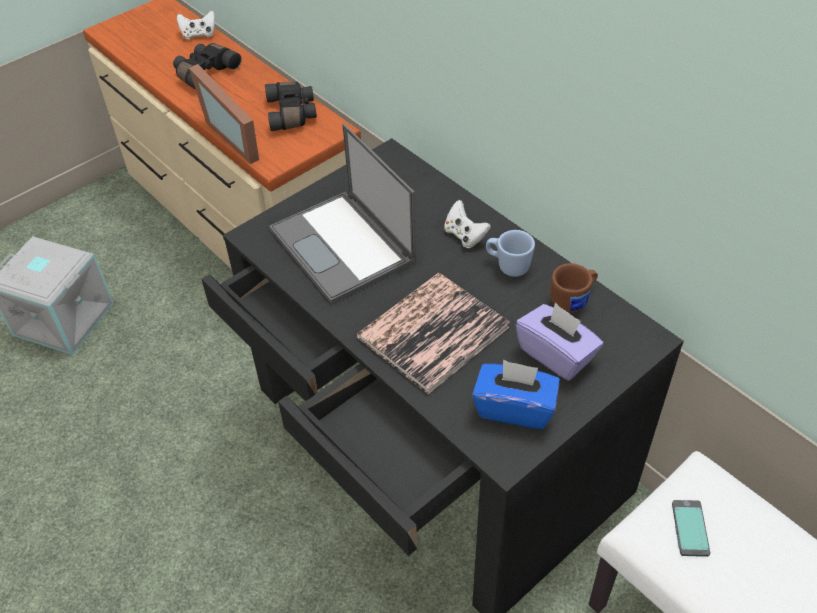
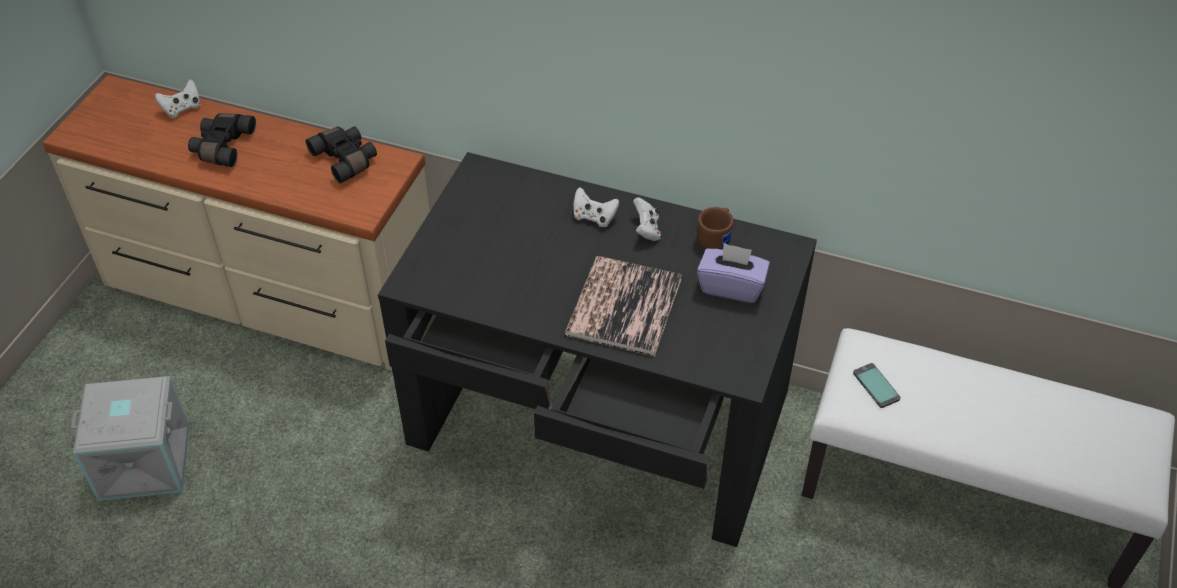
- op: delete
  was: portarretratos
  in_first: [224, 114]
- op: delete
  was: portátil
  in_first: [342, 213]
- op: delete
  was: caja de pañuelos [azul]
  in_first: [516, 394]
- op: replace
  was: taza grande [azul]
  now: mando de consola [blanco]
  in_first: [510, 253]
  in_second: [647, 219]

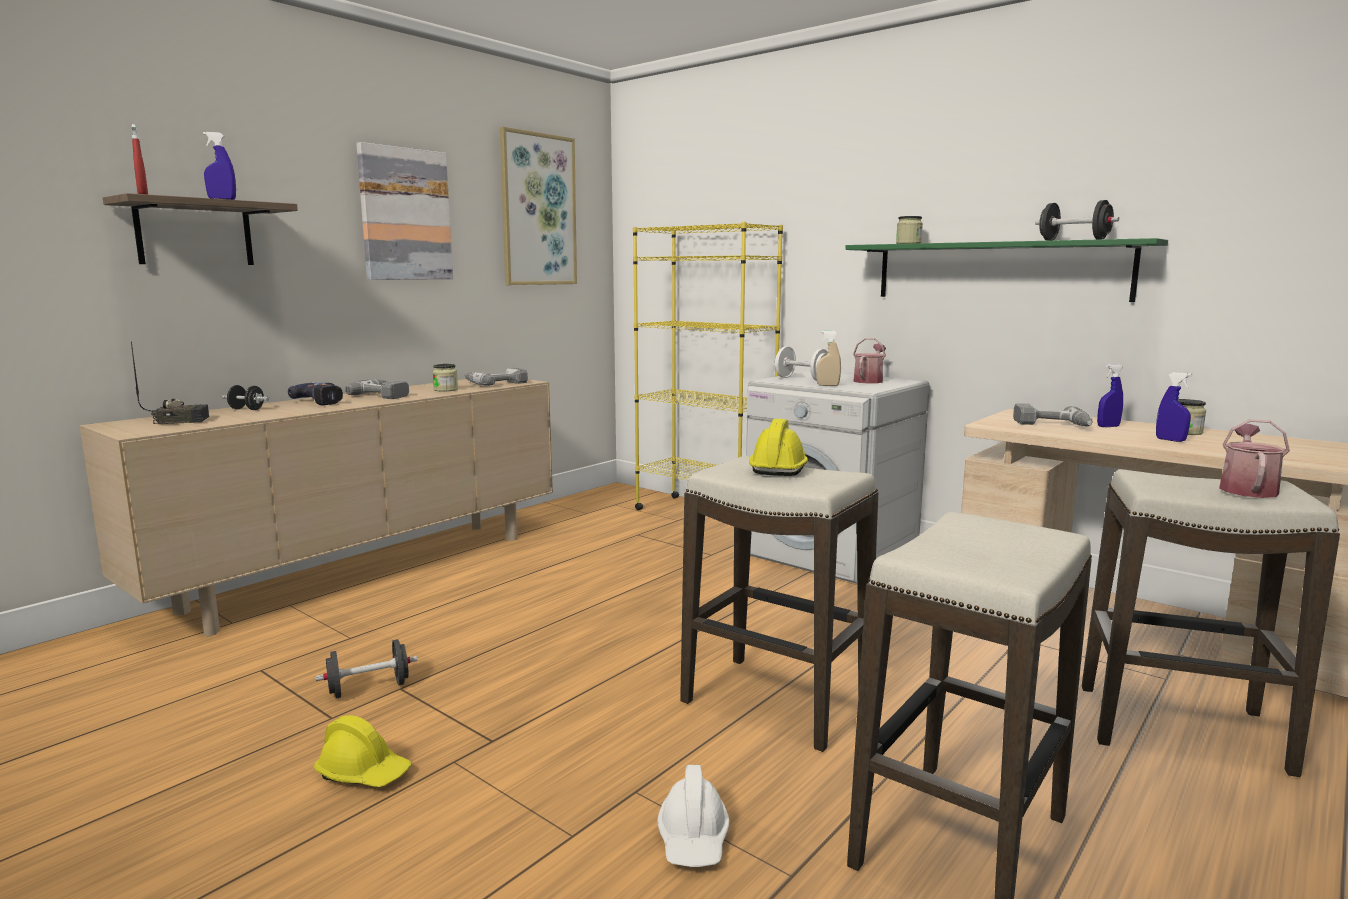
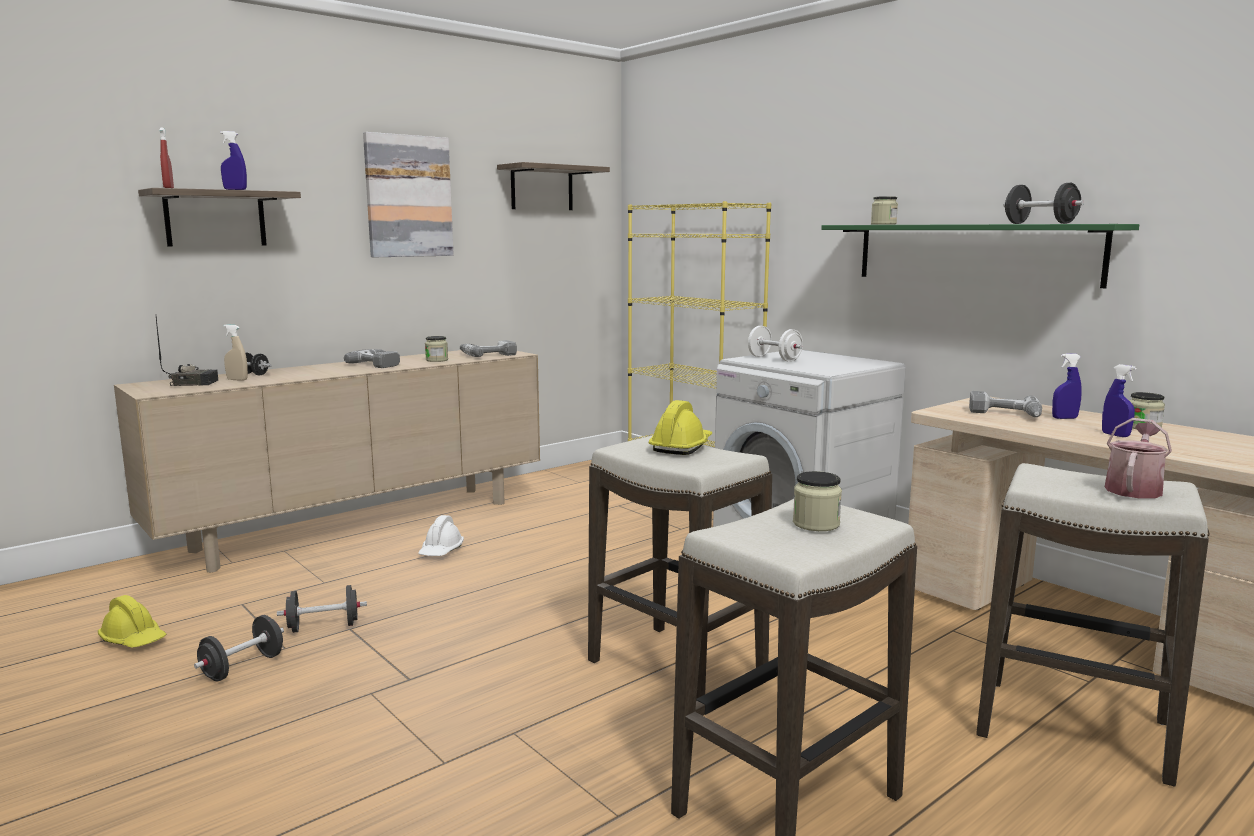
- op: delete
  was: taladro
  in_first: [315, 393]
- op: delete
  was: regadera
  in_first: [869, 361]
- op: insert
  now: mancuerna [negro]
  in_second: [239, 648]
- op: insert
  now: tarro
  in_second: [817, 501]
- op: move
  was: casco [amarillo]
  in_first: [362, 751]
  in_second: [132, 621]
- op: move
  was: casco [blanco]
  in_first: [693, 816]
  in_second: [441, 535]
- op: move
  was: pulverizador [beis]
  in_first: [828, 358]
  in_second: [235, 352]
- op: replace
  was: cuadro
  now: estante
  in_first: [538, 206]
  in_second: [553, 186]

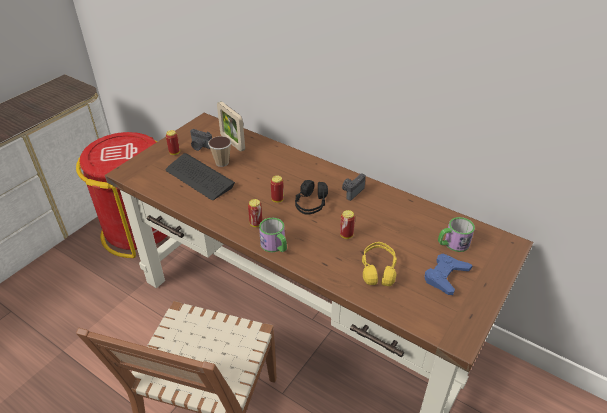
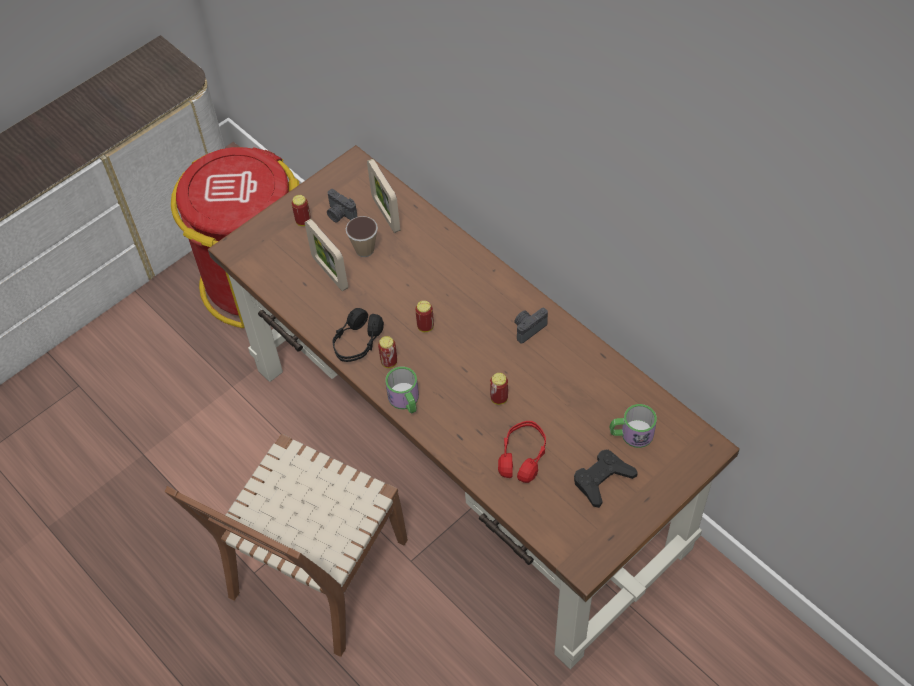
- op: move
  was: auriculares [negro]
  in_first: [311, 197]
  in_second: [358, 335]
- op: replace
  was: teclado
  now: portarretratos
  in_first: [200, 176]
  in_second: [326, 255]
- op: recolor
  was: auriculares [amarillo]
  now: auriculares [rojo]
  in_first: [379, 264]
  in_second: [522, 452]
- op: recolor
  was: mando de consola [azul]
  now: mando de consola [negro]
  in_first: [449, 274]
  in_second: [606, 478]

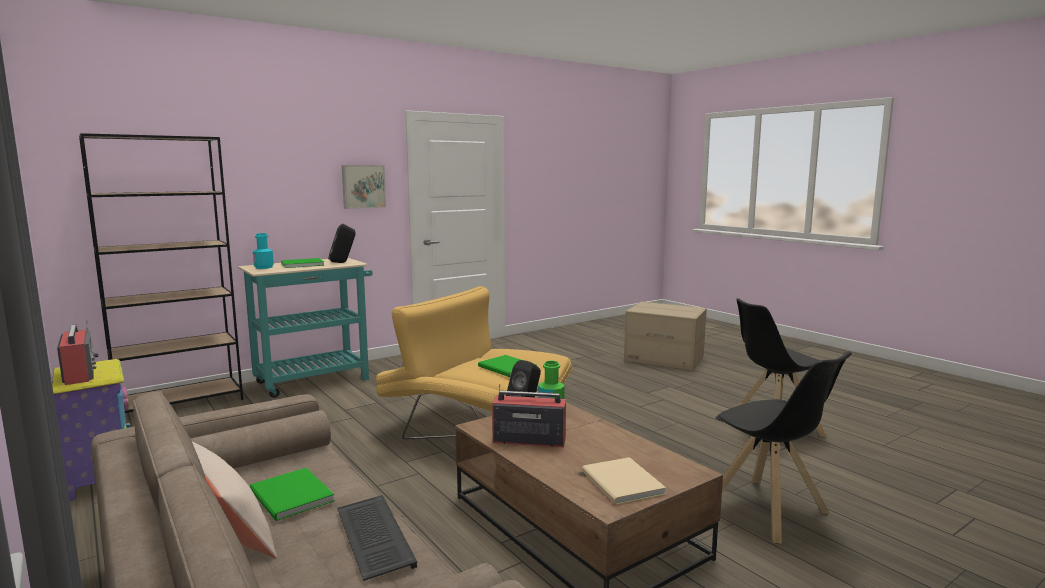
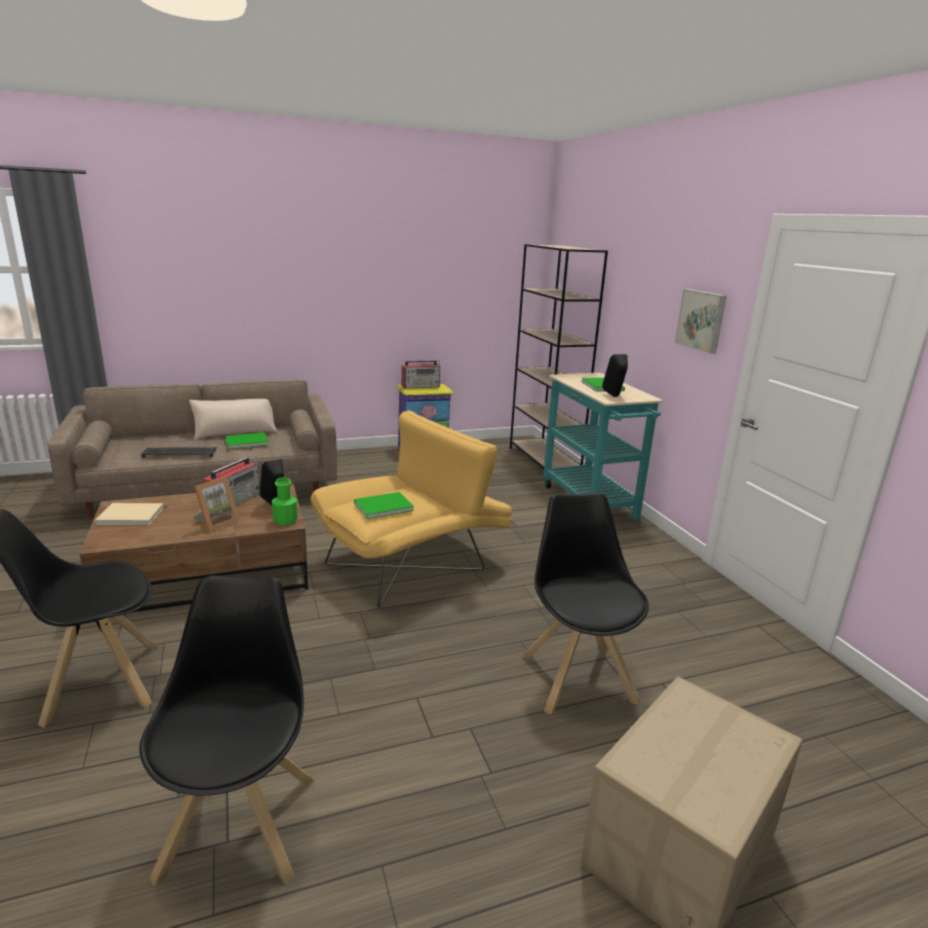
- op: delete
  was: botella [turquesa]
  in_first: [263, 251]
- op: insert
  now: portarretratos
  in_second: [216, 504]
- op: insert
  now: silla [negro]
  in_second: [585, 604]

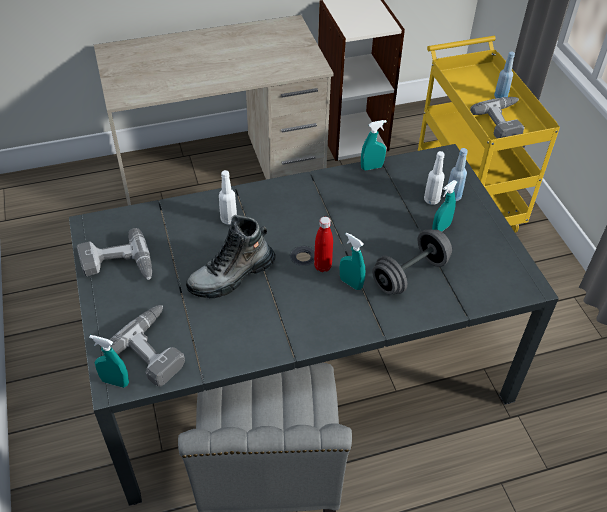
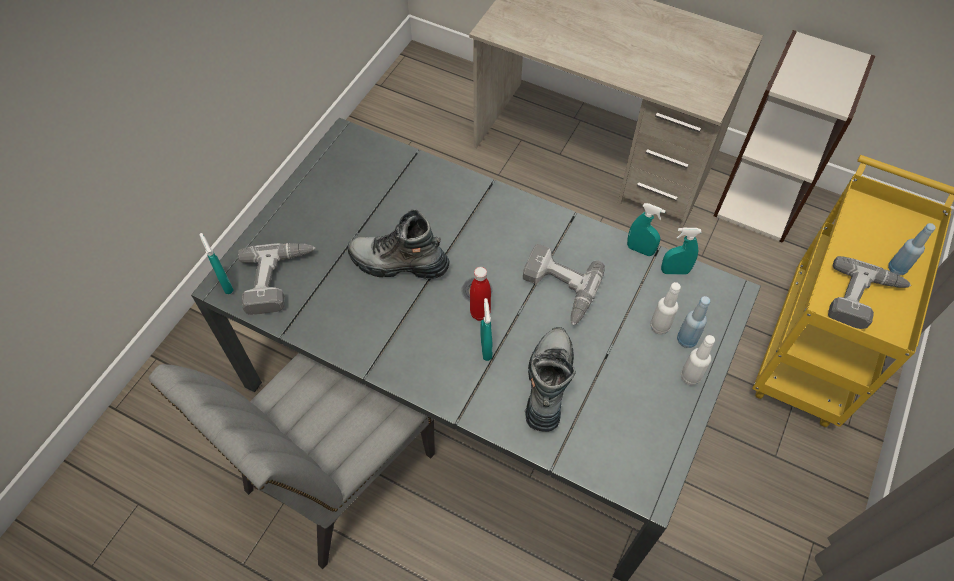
- op: move
  was: taladro
  in_first: [114, 254]
  in_second: [564, 284]
- op: move
  was: botella [blanco]
  in_first: [228, 197]
  in_second: [697, 360]
- op: move
  was: pulverizador [turquesa]
  in_first: [444, 206]
  in_second: [681, 251]
- op: replace
  was: mancuerna [gris]
  now: bota
  in_first: [412, 261]
  in_second: [550, 379]

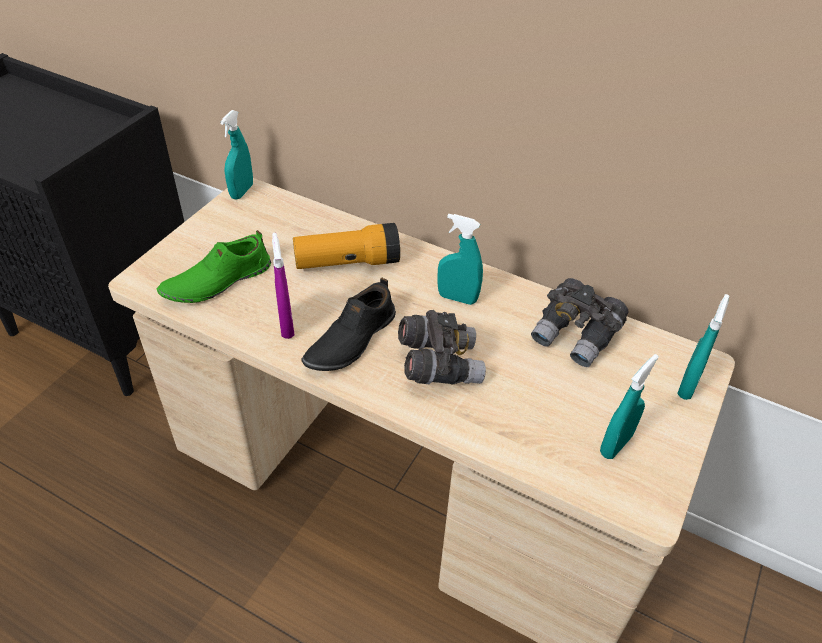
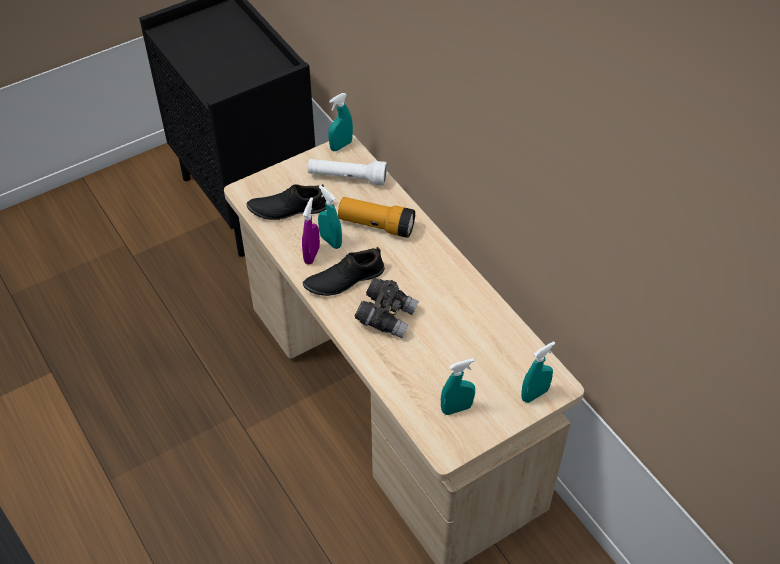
- op: delete
  was: prismáticos [gris]
  in_first: [580, 322]
- op: insert
  now: linterna [blanco]
  in_second: [347, 172]
- op: move
  was: pulverizador [turquesa]
  in_first: [460, 259]
  in_second: [330, 217]
- op: recolor
  was: zapato [verde]
  now: zapato [negro]
  in_first: [214, 266]
  in_second: [286, 202]

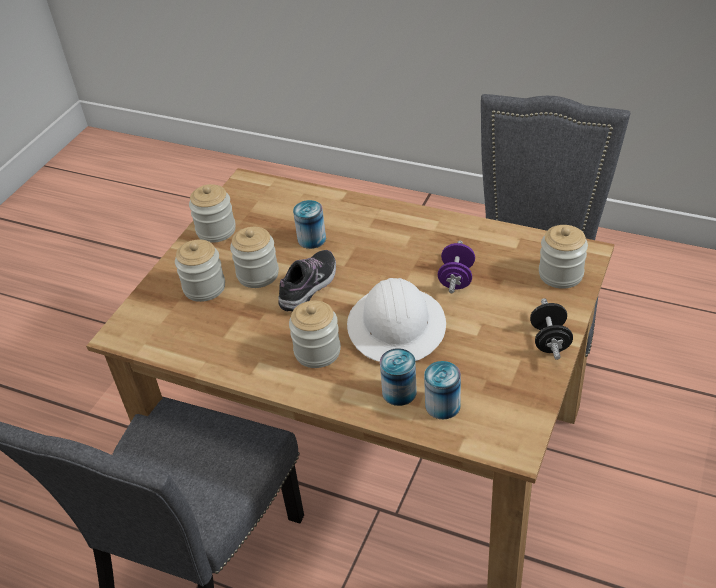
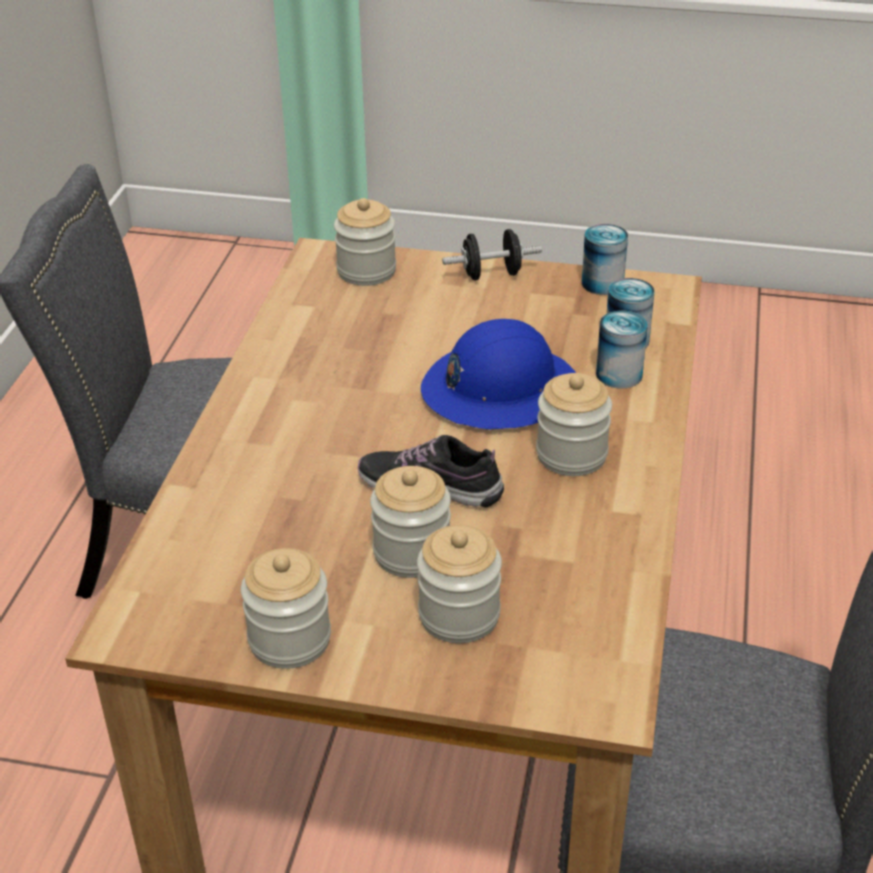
- op: delete
  was: mancuerna [morado]
  in_first: [456, 267]
- op: move
  was: lata
  in_first: [309, 224]
  in_second: [605, 259]
- op: recolor
  was: casco [blanco]
  now: casco [azul]
  in_first: [396, 320]
  in_second: [498, 374]

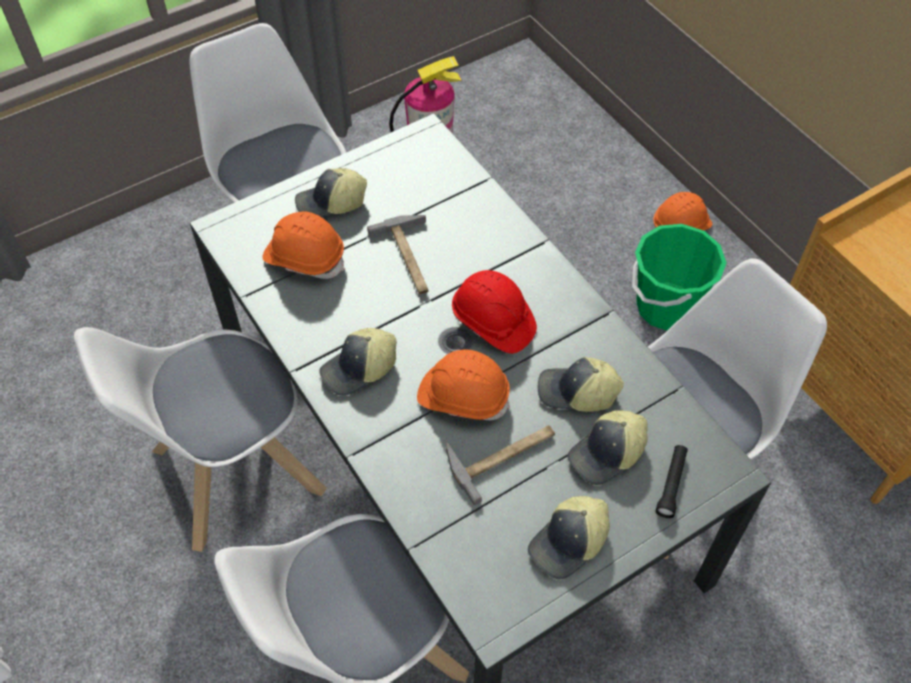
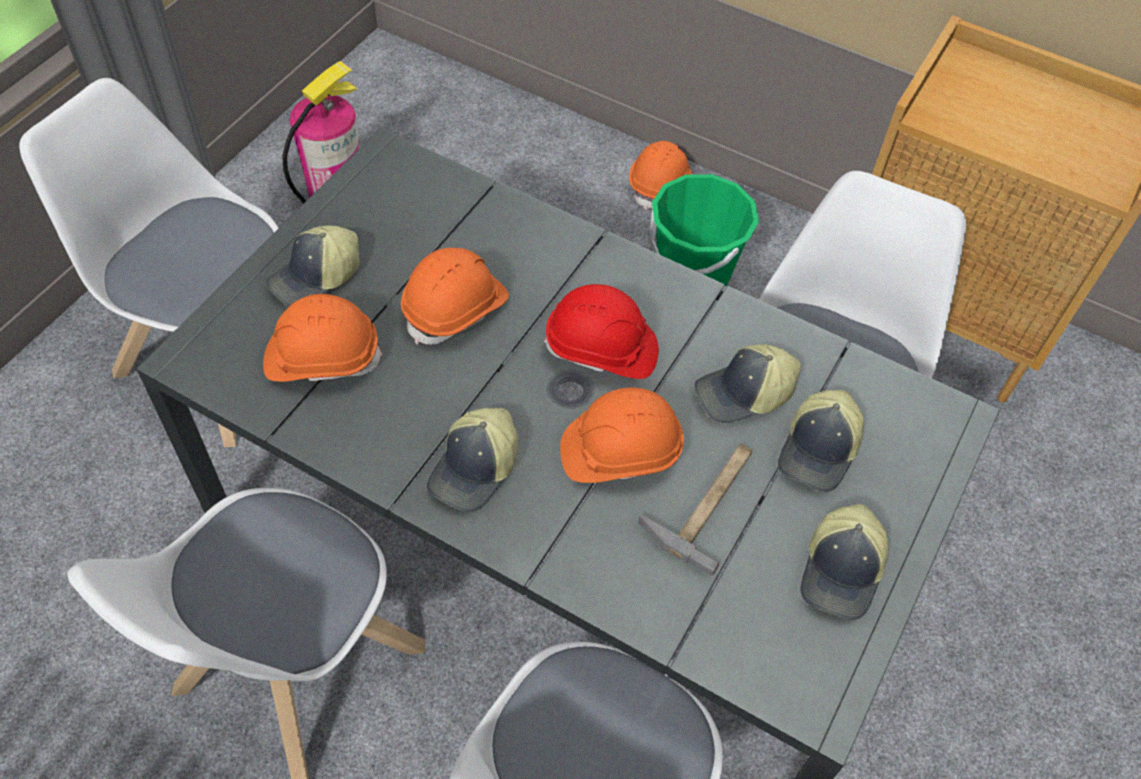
- op: delete
  was: linterna [negro]
  in_first: [672, 481]
- op: replace
  was: martillo
  now: casco [naranja]
  in_first: [398, 254]
  in_second: [455, 296]

